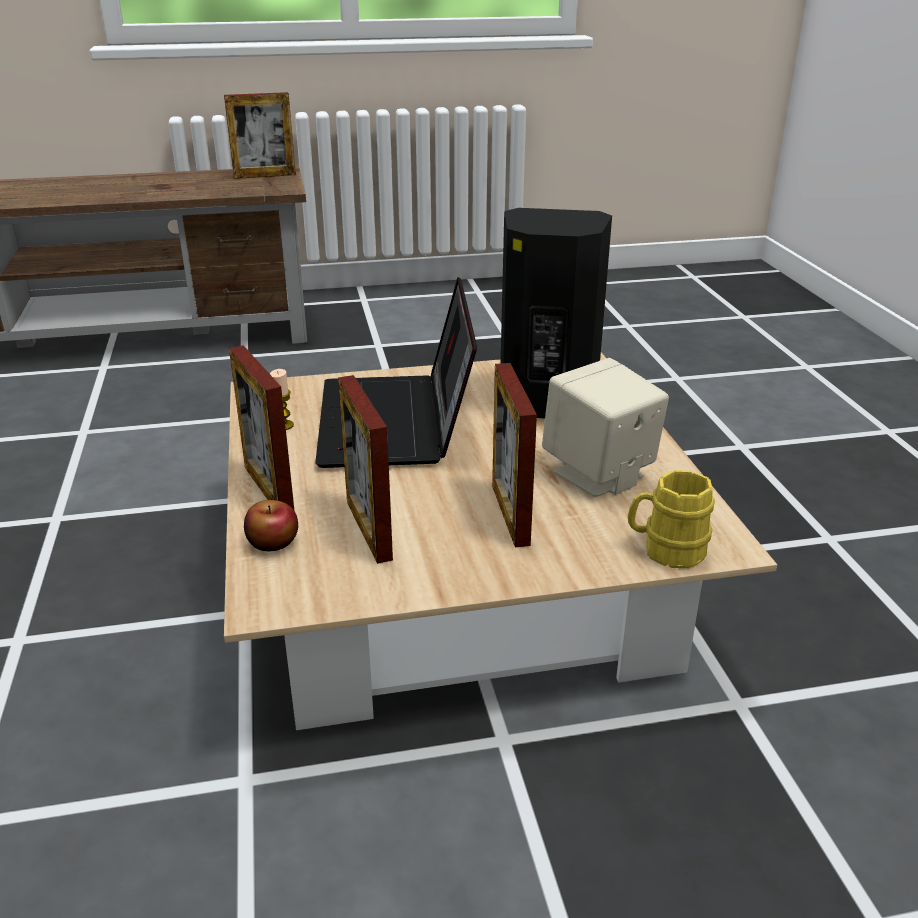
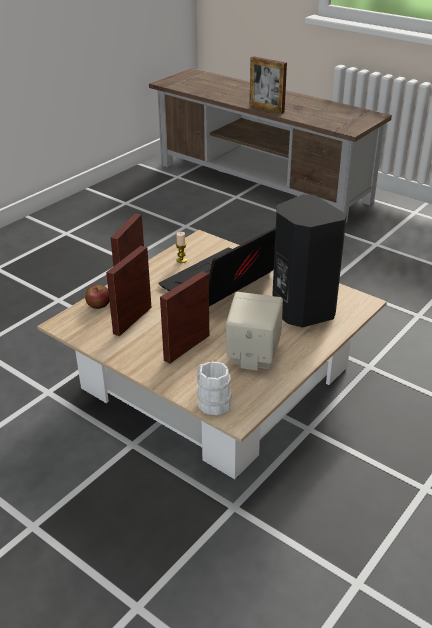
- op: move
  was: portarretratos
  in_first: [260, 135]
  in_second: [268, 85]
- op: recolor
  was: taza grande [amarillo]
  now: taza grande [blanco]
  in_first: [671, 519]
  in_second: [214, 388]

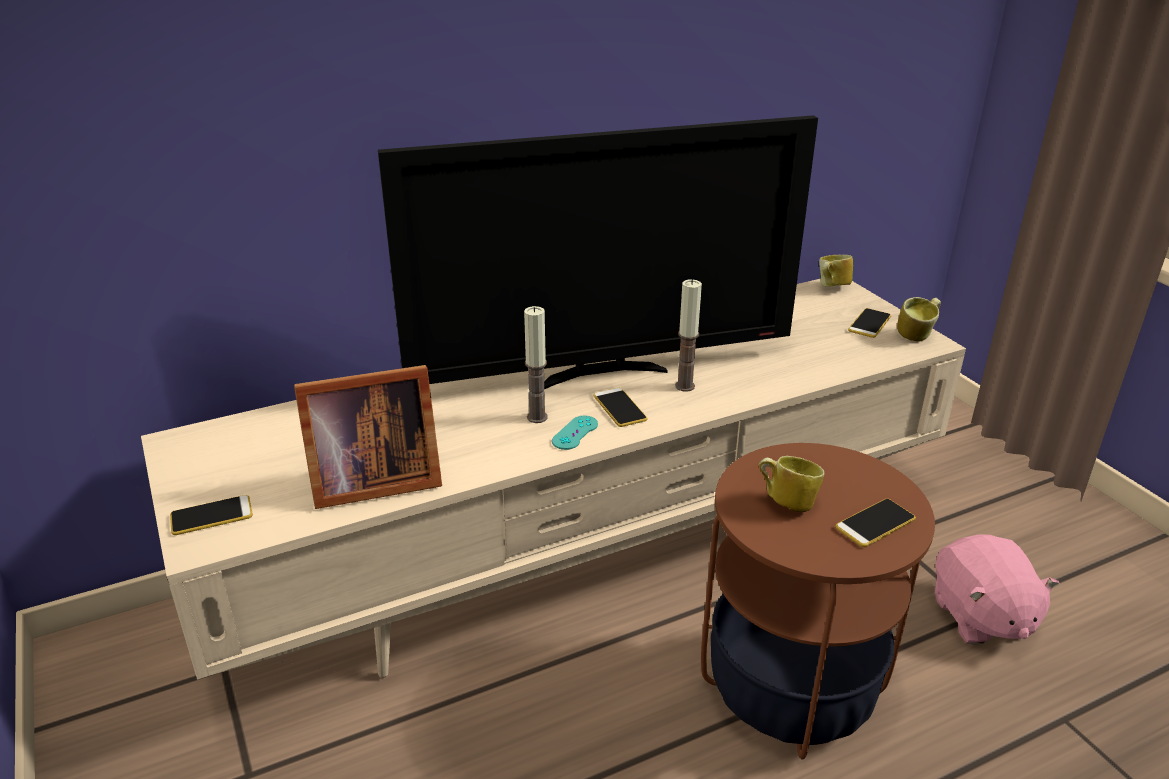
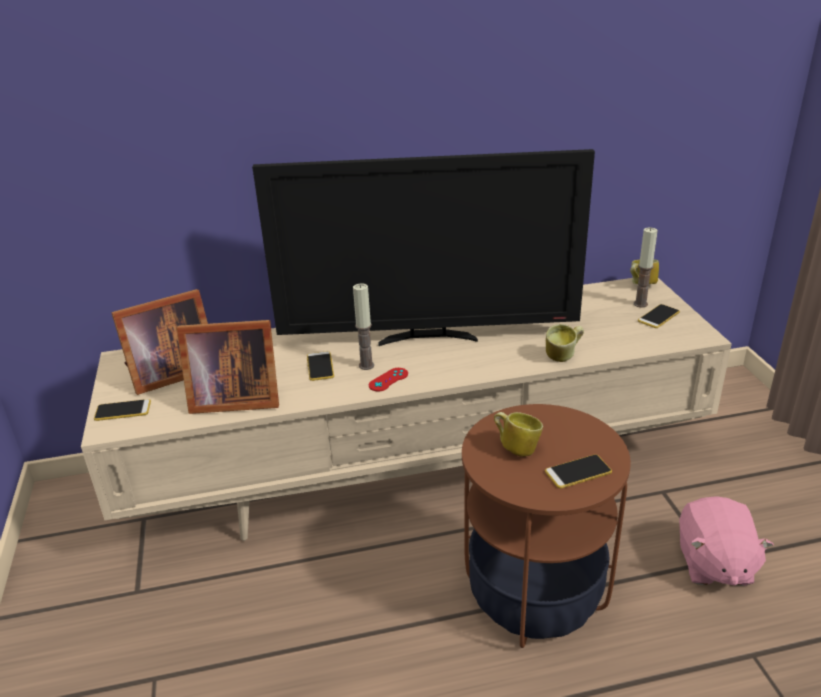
- op: insert
  now: portarretratos
  in_second: [159, 342]
- op: move
  was: móvil
  in_first: [620, 407]
  in_second: [320, 366]
- op: move
  was: vela
  in_first: [688, 335]
  in_second: [646, 267]
- op: move
  was: taza grande
  in_first: [919, 319]
  in_second: [565, 343]
- op: recolor
  was: mando de consola [turquesa]
  now: mando de consola [rojo]
  in_first: [575, 433]
  in_second: [388, 379]

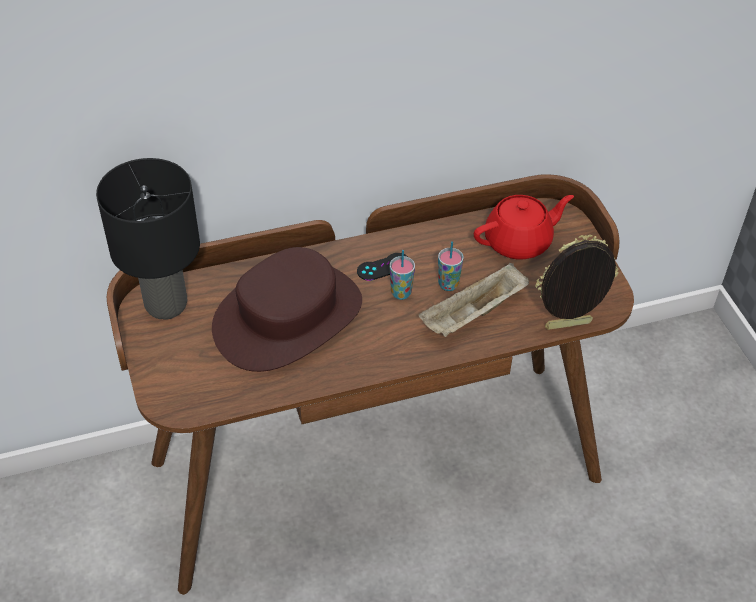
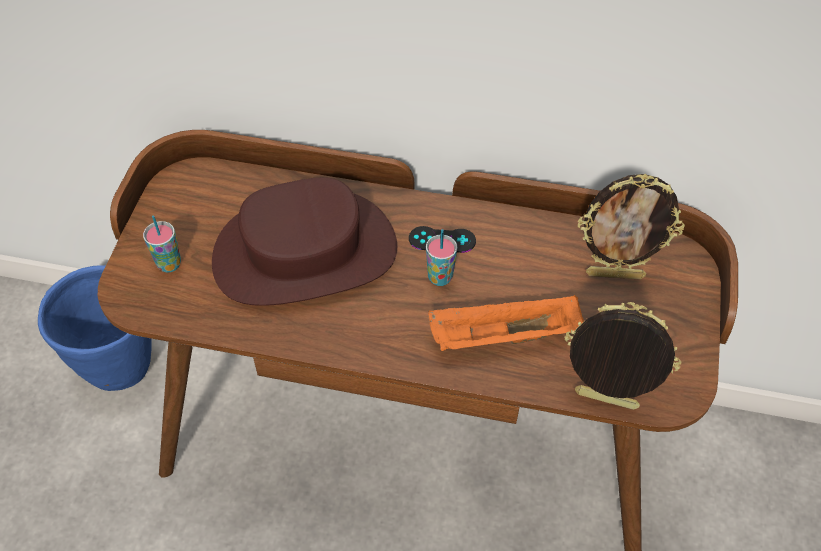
- op: delete
  was: lámpara de mesa [negro]
  in_first: [148, 239]
- op: insert
  now: maceta [azul]
  in_second: [95, 328]
- op: move
  was: taza
  in_first: [451, 266]
  in_second: [162, 244]
- op: replace
  was: tetera [rojo]
  now: portarretratos
  in_first: [524, 227]
  in_second: [631, 227]
- op: recolor
  was: bandeja [beis]
  now: bandeja [naranja]
  in_first: [474, 300]
  in_second: [506, 323]

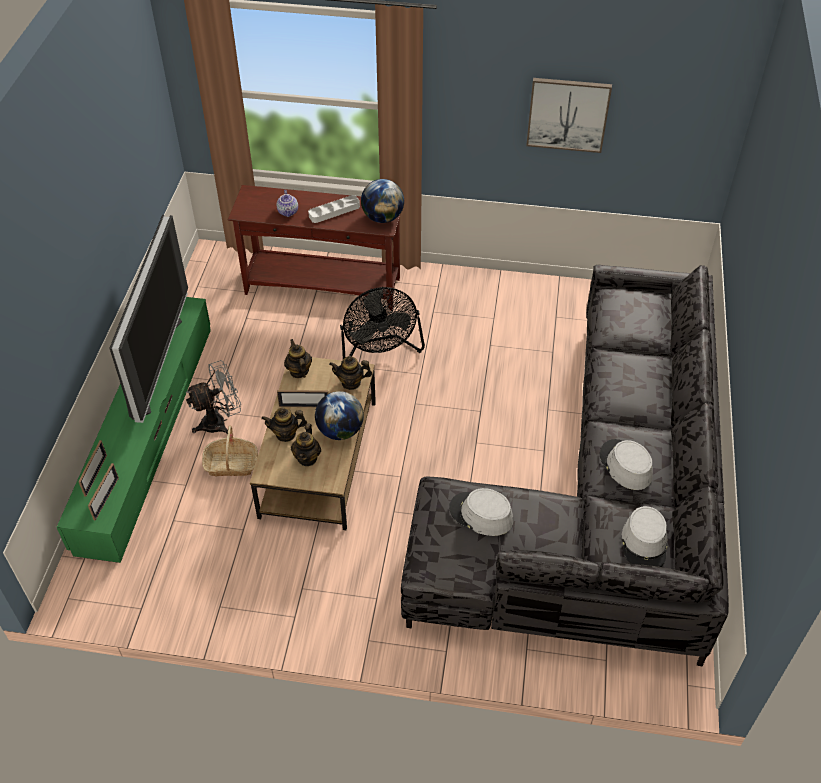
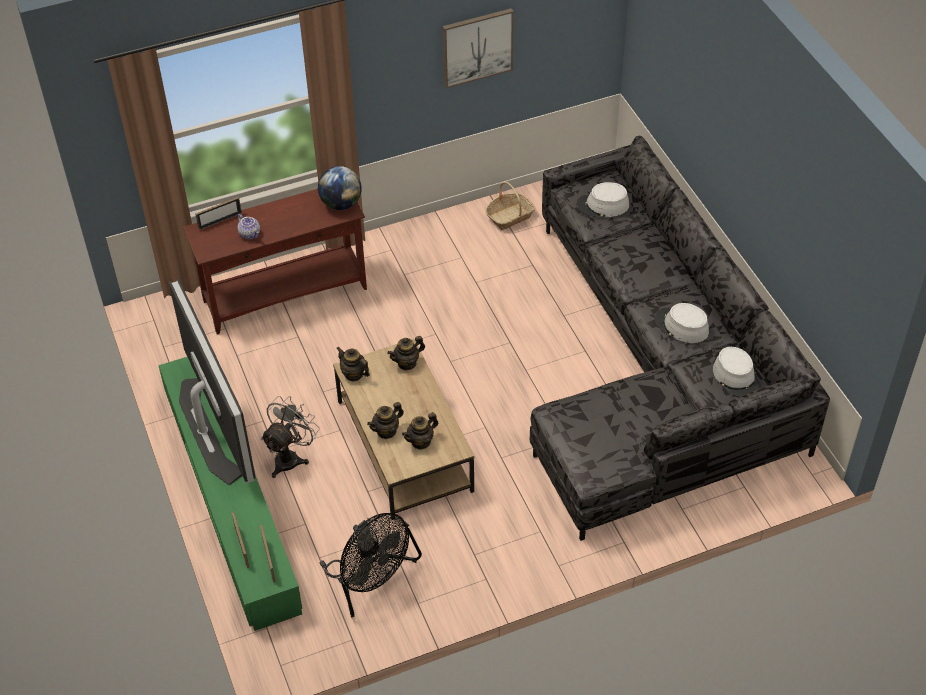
- op: delete
  was: bandeja [gris]
  in_first: [334, 209]
- op: delete
  was: globo terráqueo
  in_first: [339, 415]
- op: move
  was: cesta
  in_first: [230, 451]
  in_second: [510, 206]
- op: move
  was: portarretratos
  in_first: [302, 398]
  in_second: [218, 213]
- op: move
  was: ventilador [negro]
  in_first: [382, 323]
  in_second: [370, 565]
- op: move
  was: sombrero [gris]
  in_first: [481, 512]
  in_second: [602, 199]
- op: rotate
  was: tetera
  in_first: [306, 444]
  in_second: [420, 431]
  clockwise: 75

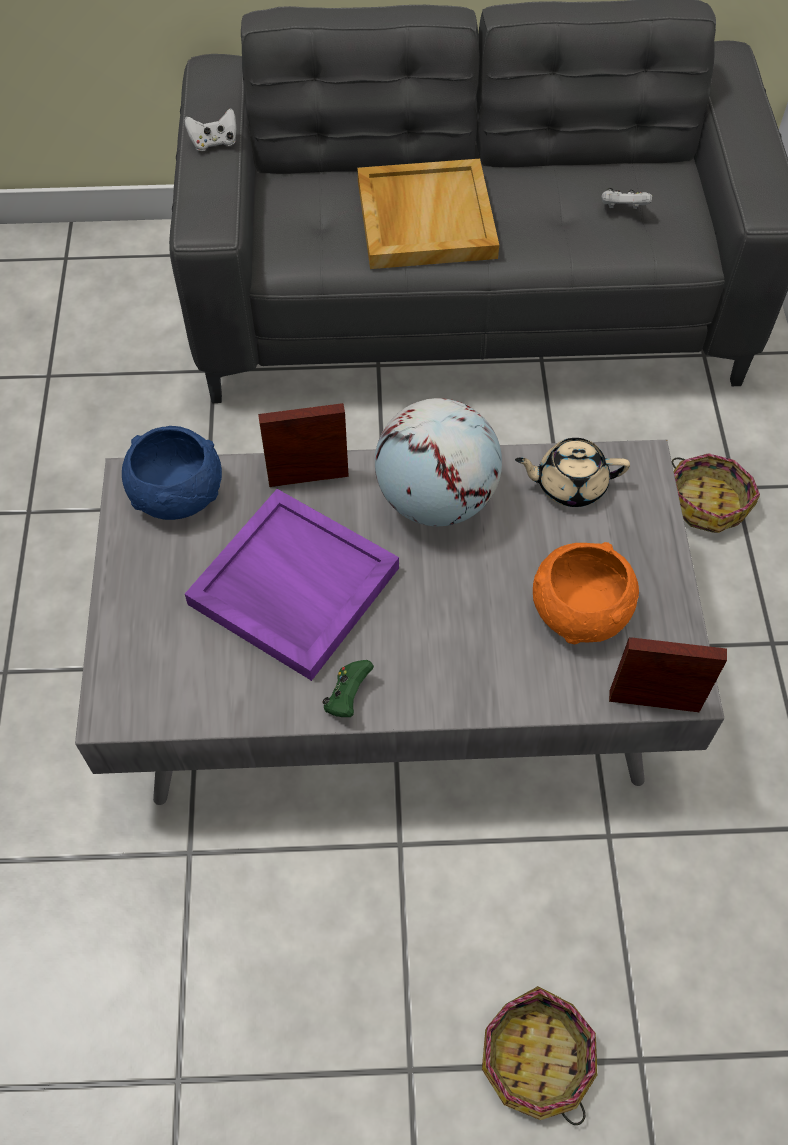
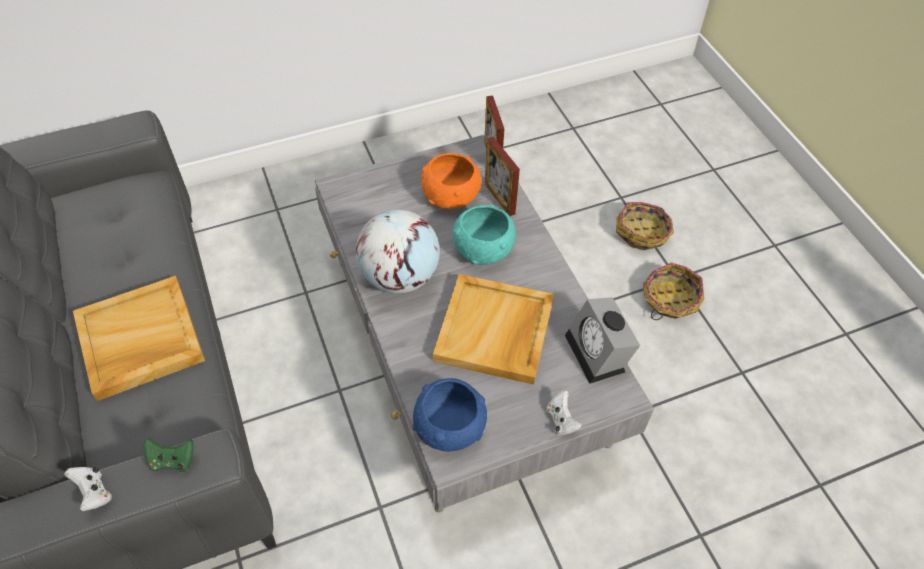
- op: delete
  was: tetera [beis]
  in_first: [572, 472]
- op: insert
  now: cuenco [turquesa]
  in_second: [484, 235]
- op: insert
  now: despertador
  in_second: [602, 340]
- op: move
  was: portarretratos
  in_first: [303, 445]
  in_second: [502, 176]
- op: move
  was: mando de consola [verde]
  in_first: [348, 688]
  in_second: [169, 455]
- op: move
  was: mando de consola [blanco]
  in_first: [627, 198]
  in_second: [564, 413]
- op: move
  was: cesta
  in_first: [716, 493]
  in_second: [673, 291]
- op: recolor
  was: bandeja [morado]
  now: bandeja [beis]
  in_first: [292, 585]
  in_second: [493, 329]

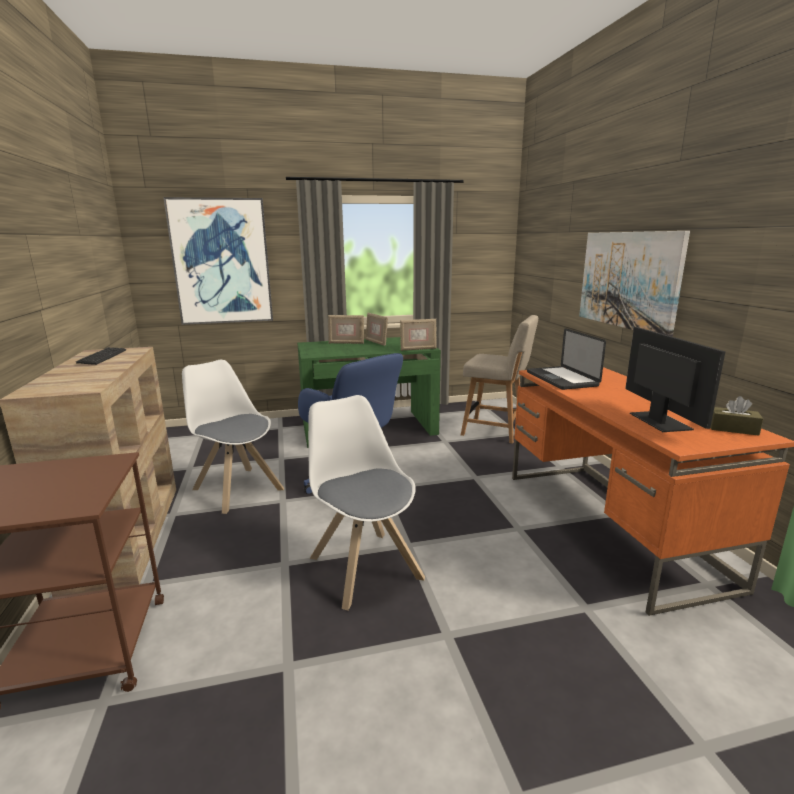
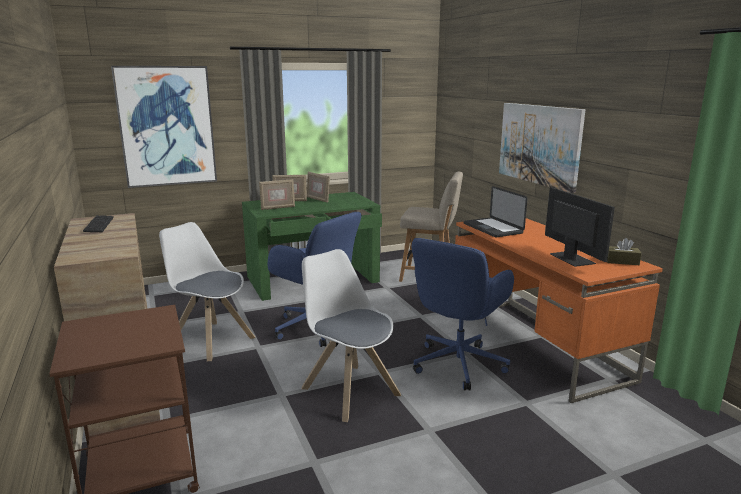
- op: insert
  now: silla de oficina [azul]
  in_second: [463, 314]
- op: move
  was: portarretratos
  in_first: [418, 335]
  in_second: [277, 194]

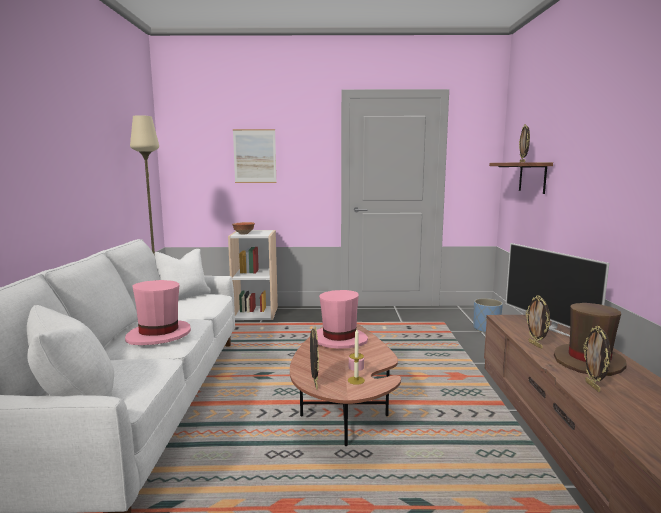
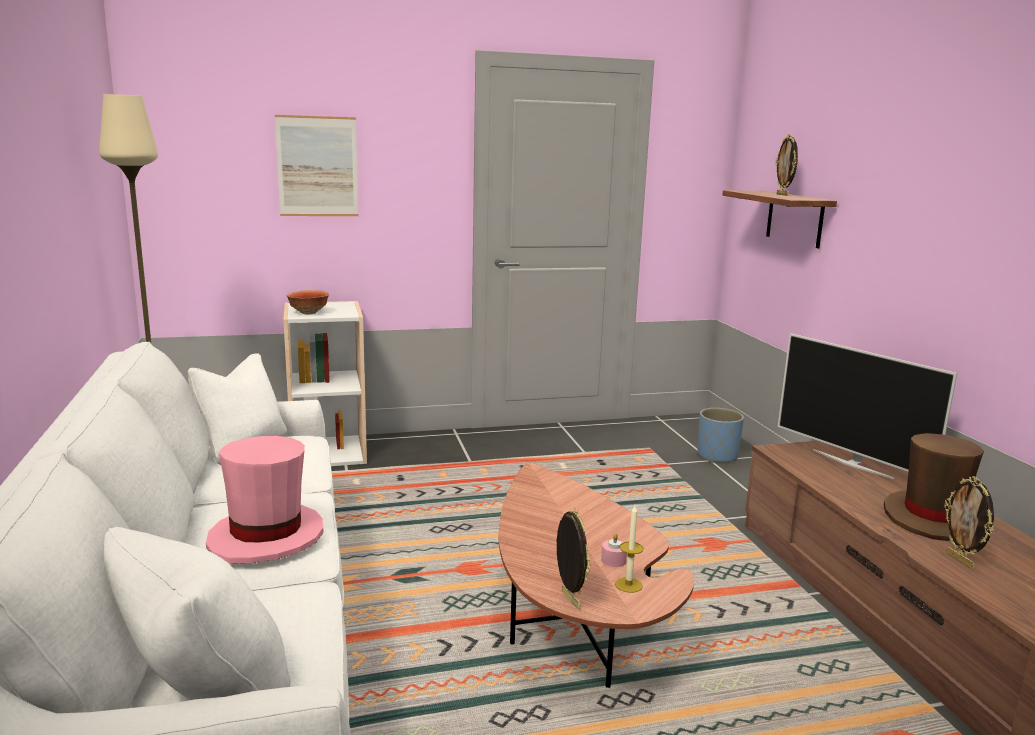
- op: delete
  was: sombrero [rosa]
  in_first: [342, 319]
- op: delete
  was: portarretratos
  in_first: [538, 322]

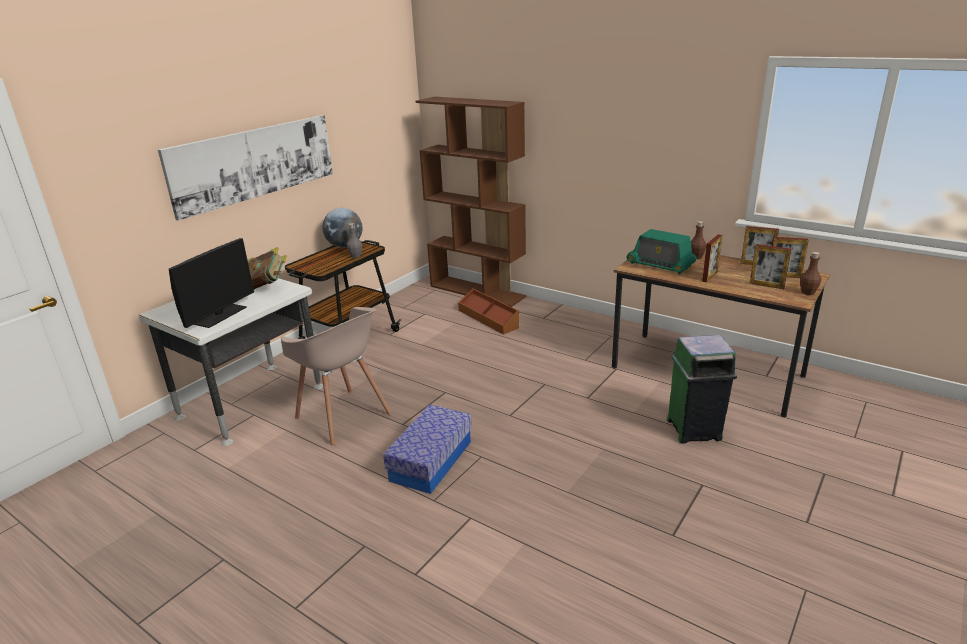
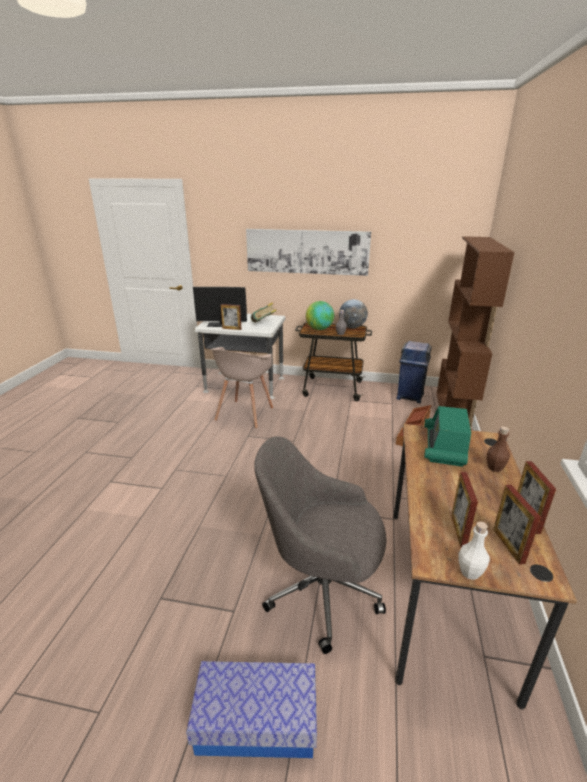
- op: insert
  now: globo terráqueo
  in_second: [320, 315]
- op: insert
  now: papelera [azul]
  in_second: [414, 372]
- op: move
  was: caja de almacenaje
  in_first: [427, 449]
  in_second: [251, 709]
- op: move
  was: portarretratos
  in_first: [712, 258]
  in_second: [231, 317]
- op: replace
  was: papelera [verde]
  now: silla de oficina [gris]
  in_first: [702, 389]
  in_second: [320, 545]
- op: recolor
  was: botella [marrón]
  now: botella [blanco]
  in_first: [810, 273]
  in_second: [474, 551]

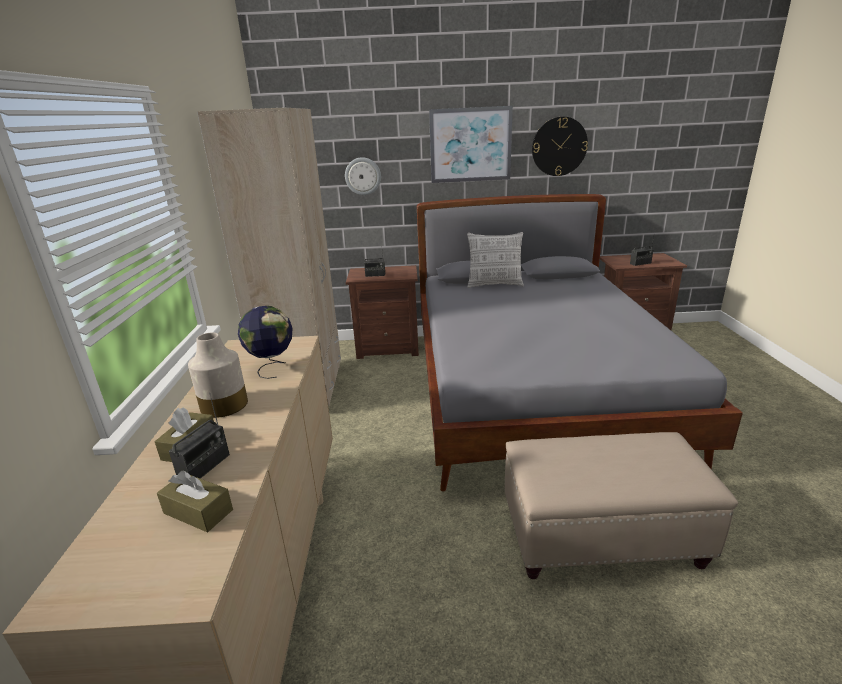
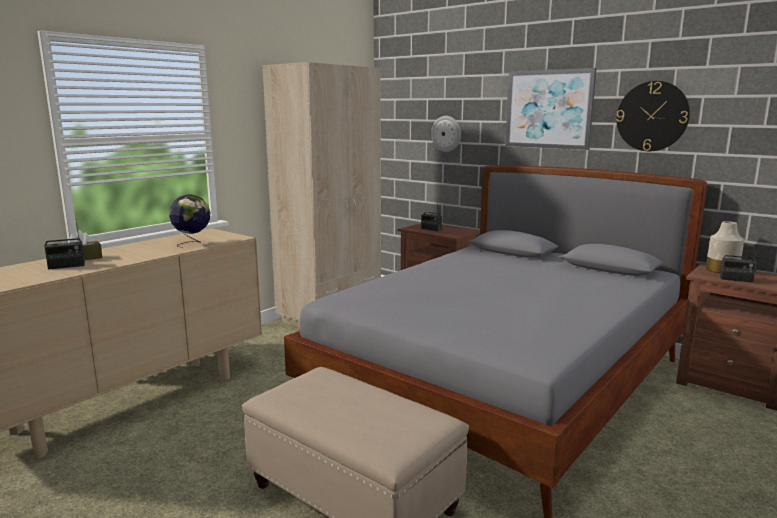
- op: delete
  was: caja de pañuelos [marrón]
  in_first: [195, 501]
- op: delete
  was: cojín
  in_first: [495, 260]
- op: move
  was: florero [beis]
  in_first: [218, 375]
  in_second: [725, 247]

